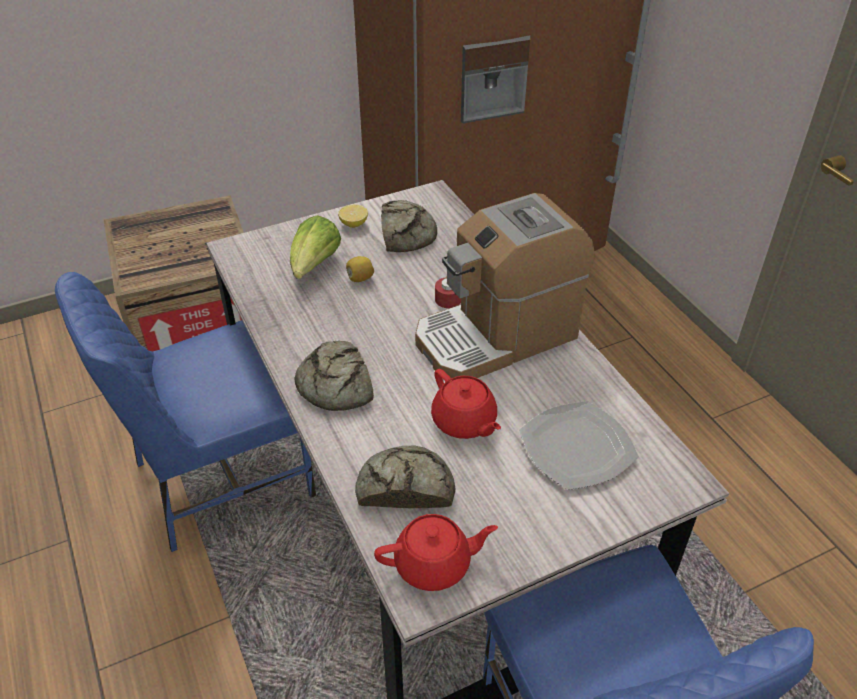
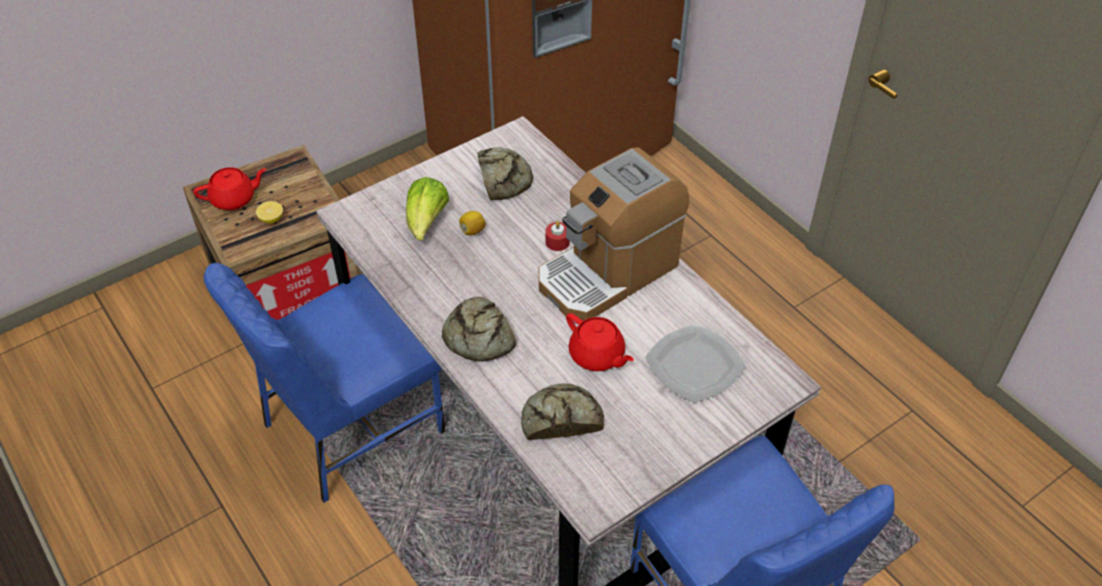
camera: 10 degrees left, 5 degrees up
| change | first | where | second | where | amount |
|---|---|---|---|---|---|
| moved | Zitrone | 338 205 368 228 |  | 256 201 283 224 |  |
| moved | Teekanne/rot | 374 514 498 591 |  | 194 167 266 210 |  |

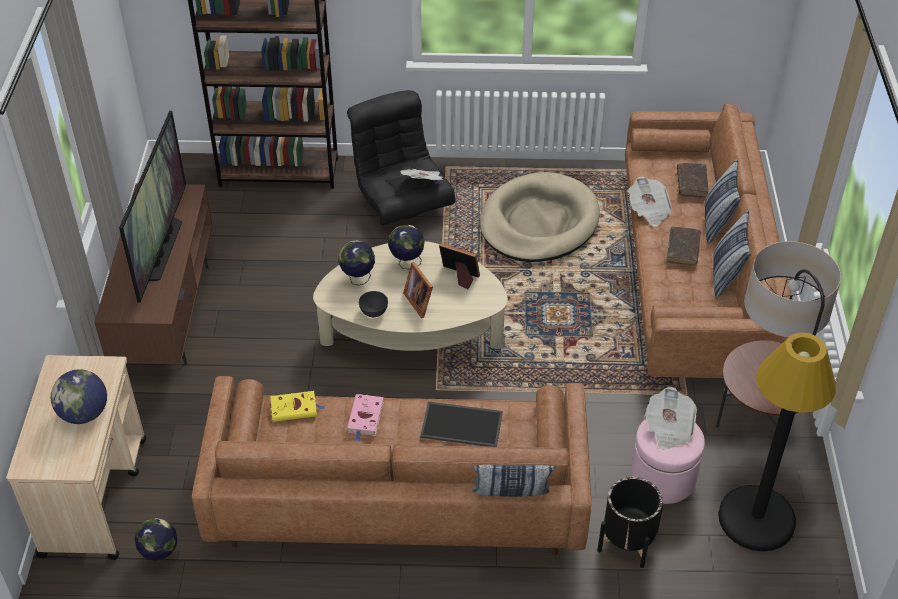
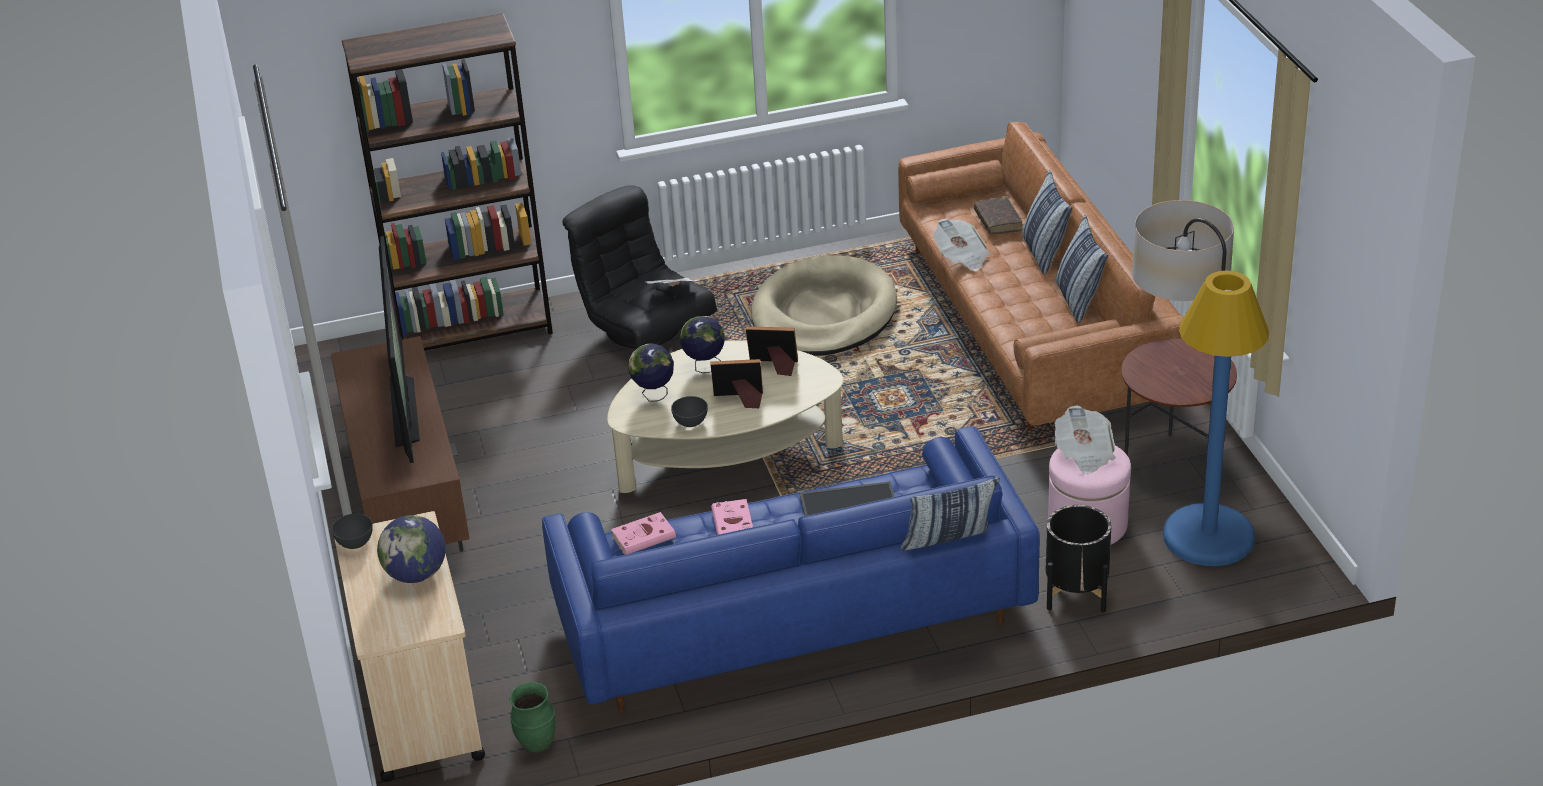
camera: 15 degrees left, 10 degrees down
| change | first | where | second | where | amount |
|---|---|---|---|---|---|
| replaced | Globus | 135 518 179 566 | Vase/grün | 509 682 555 753 |  |
| recoloured | Sofa/braun | 192 376 591 555 | Sofa/blau | 542 426 1040 712 |  |
| recoloured | Buch/gelb | 270 391 326 422 | Buch/rosa | 611 512 681 555 |  |
| turned | Bilderrahmen | 403 262 433 318 |  | 710 359 763 408 | 135 degrees clockwise |
| removed | Buch/braun | 666 227 701 266 |  |  |  |
| recoloured | Stehlampe/schwarz | 718 332 836 552 | Stehlampe/blau | 1163 270 1269 566 |  |
| added |  |  | Schüssel/grau | 331 514 373 549 |  |

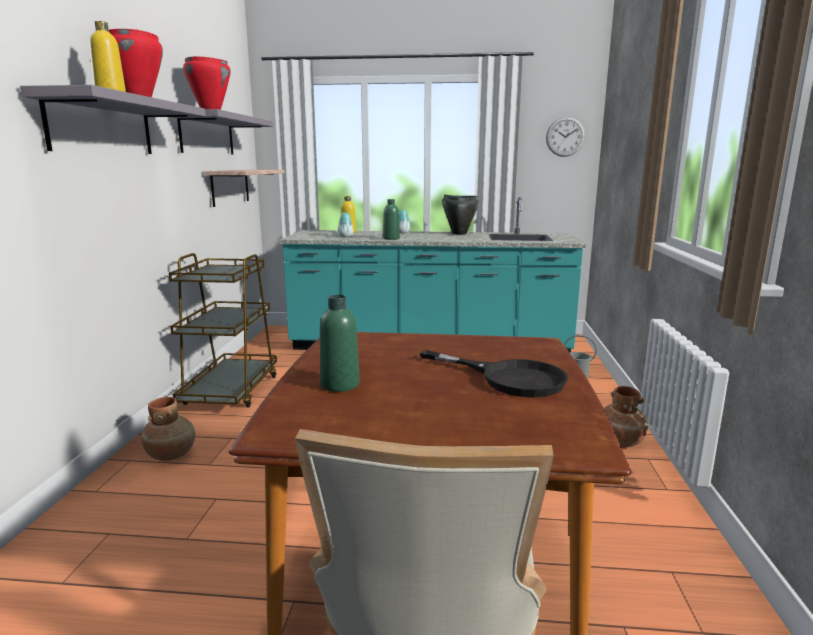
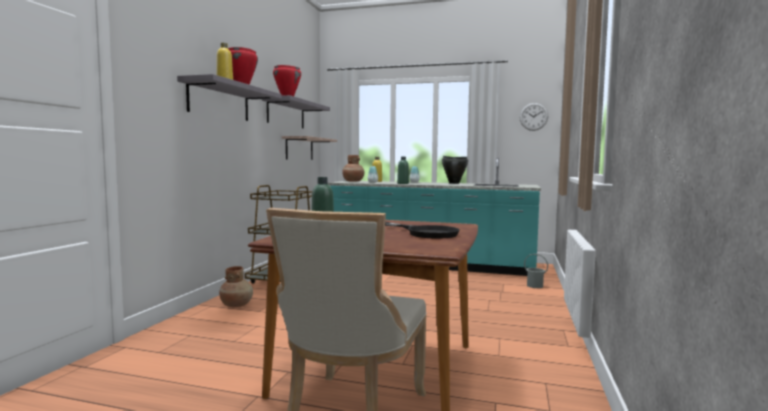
camera: 10 degrees right, 10 degrees down
| change | first | where | second | where | amount |
|---|---|---|---|---|---|
| moved | Vase/braun | 604 386 648 447 |  | 342 155 365 182 |  |

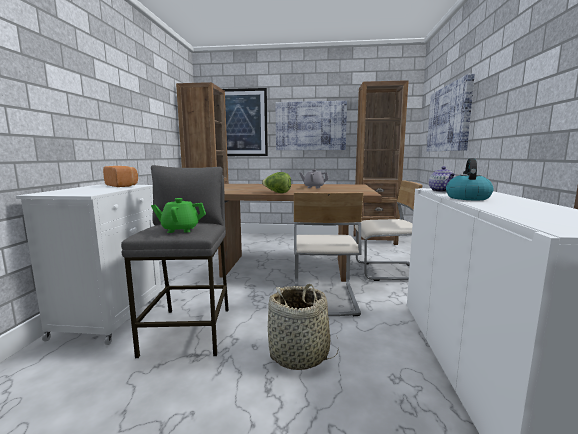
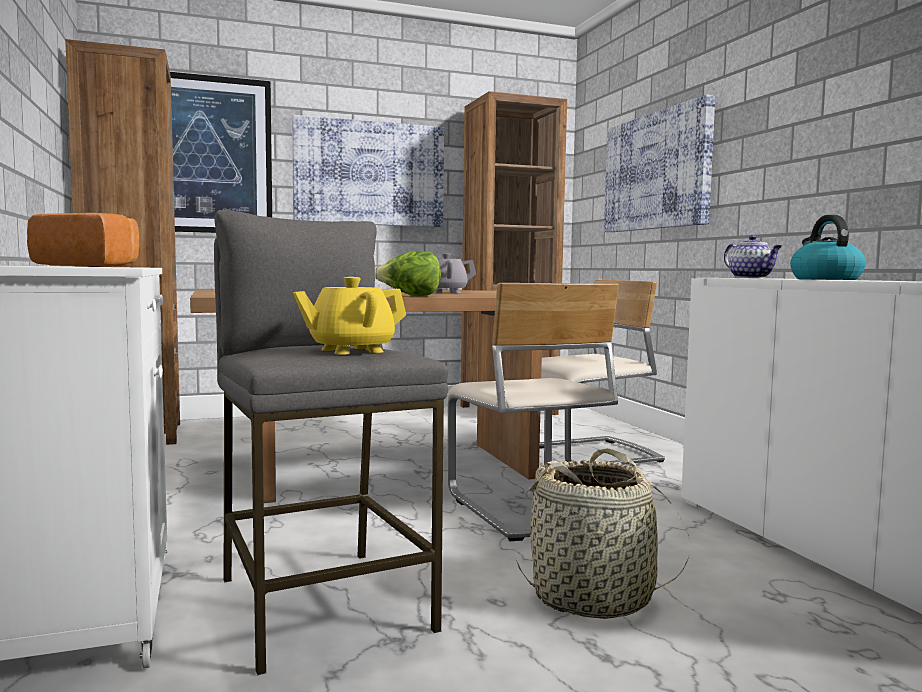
camera: 25 degrees left, 5 degrees down
| change | first | where | second | where | amount |
|---|---|---|---|---|---|
| recoloured | Teekanne/grün | 151 198 206 233 | Teekanne/gelb | 293 277 406 355 |  |

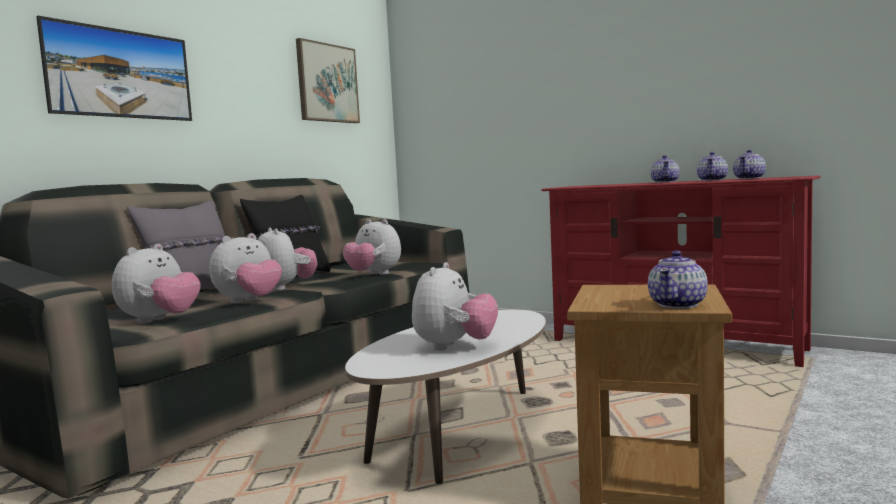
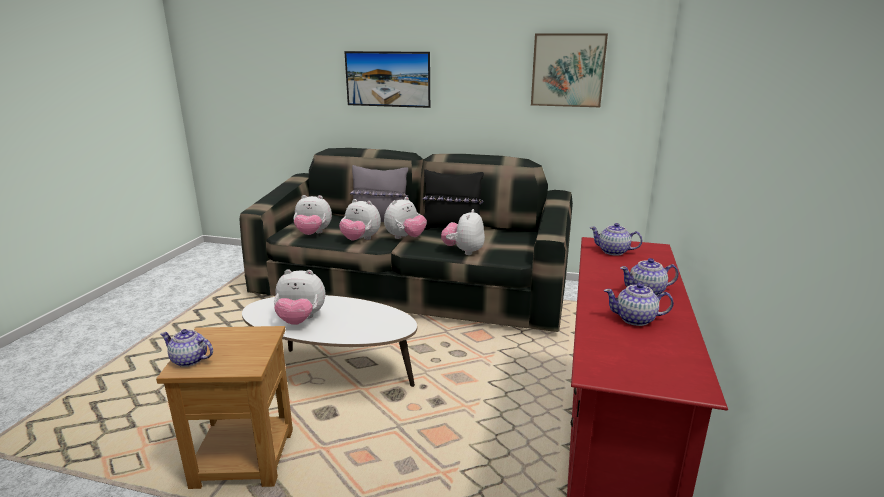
camera: 70 degrees right, 15 degrees up
| change | first | where | second | where | amount |
|---|---|---|---|---|---|
| moved | Teekanne | 733 150 766 179 |  | 590 223 642 256 |  |

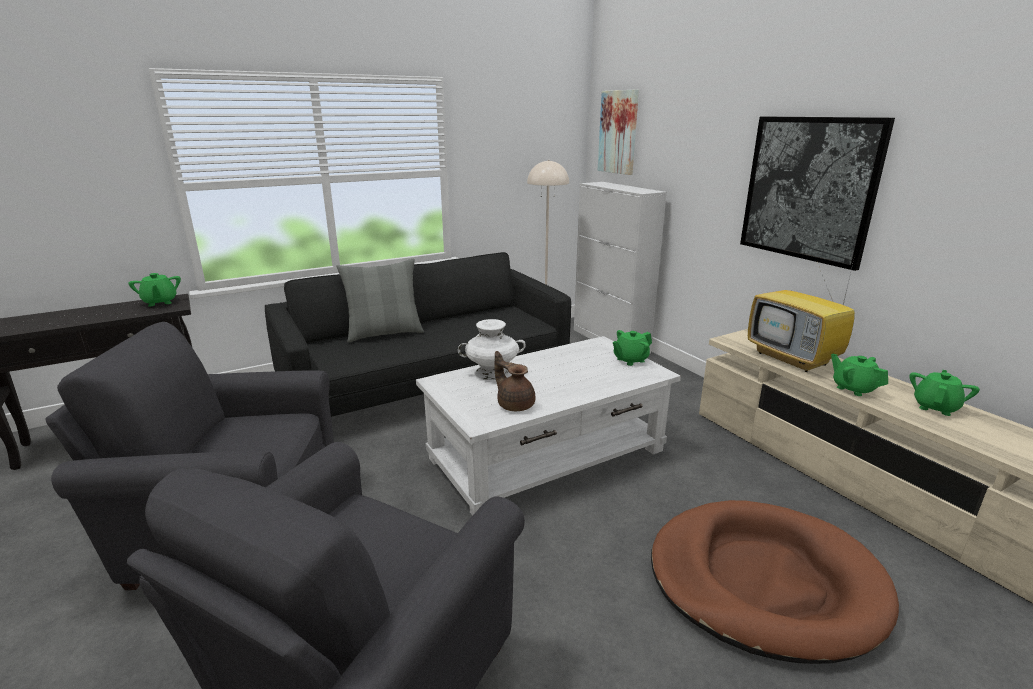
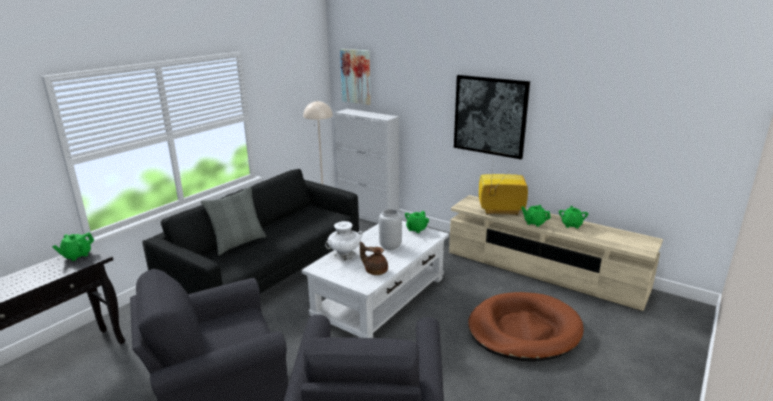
camera: 25 degrees left, 0 degrees up
| change | first | where | second | where | amount |
|---|---|---|---|---|---|
| turned | Teekanne/grün | 128 273 181 306 |  | 52 232 94 261 | 90 degrees clockwise |
| turned | Fernseher | 748 260 855 372 |  | 479 168 528 215 | 150 degrees clockwise |
| added |  |  | Vase/grau | 379 209 402 250 |  |

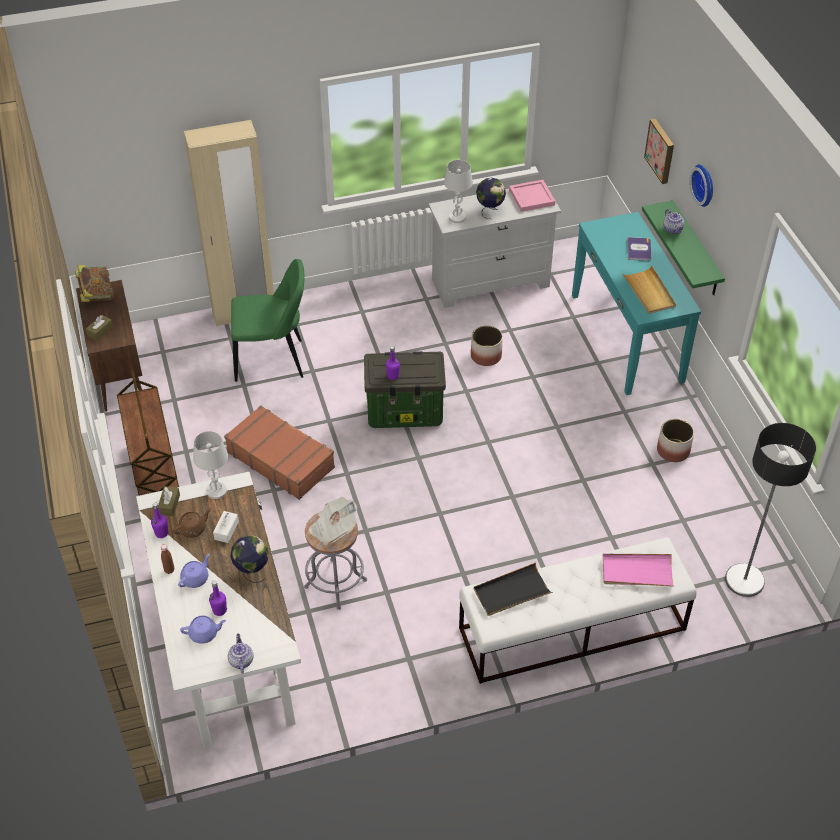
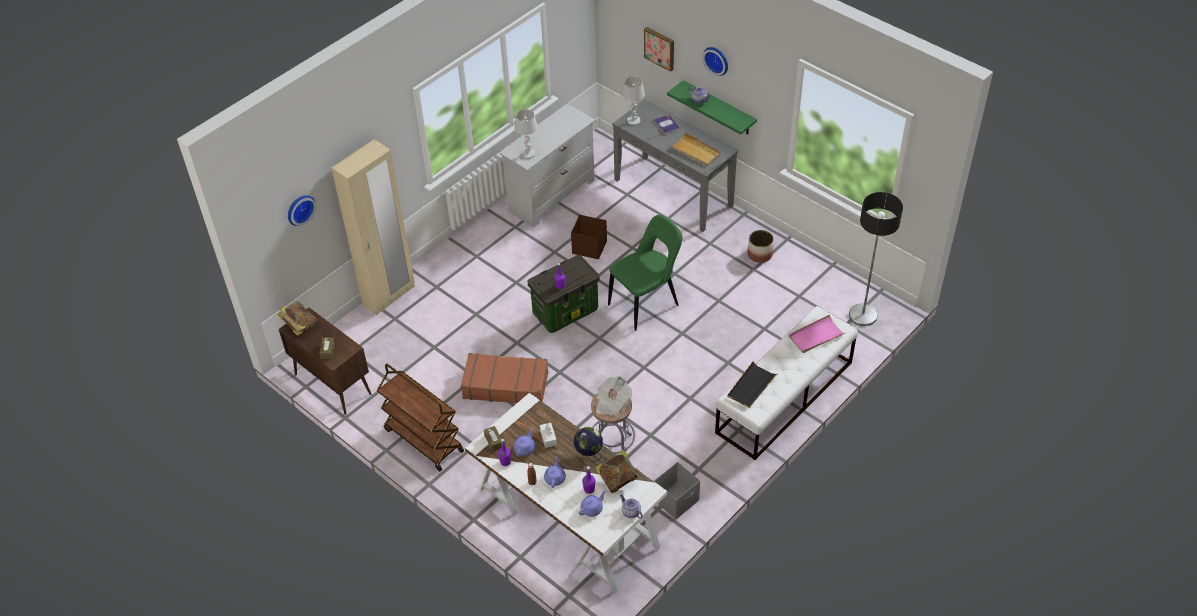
camera: 30 degrees left, 0 degrees up
| change | first | where | second | where | amount |
|---|---|---|---|---|---|
| recoloured | Teekanne/braun | 173 509 211 538 | Teekanne/lila | 514 428 535 457 |  |
| moved | Tischlampe/weiß | 193 431 228 499 |  | 622 76 645 125 |  |
| moved | Stuhl/grün | 231 259 304 382 |  | 608 215 683 331 |  |
| replaced | Pflanzkübel | 471 325 503 366 | Aufbewahrungsbox/braun | 571 215 607 259 |  |
| removed | Globus | 476 178 506 219 |  |  |  |
| removed | Tablett/rosa | 509 180 556 212 |  |  |  |
| recoloured | Konsolentisch/türkis | 572 212 701 395 | Konsolentisch/grau | 612 99 738 232 |  |
| added |  |  | Wanduhr | 288 195 316 226 |  |
| added |  |  | Buch | 595 450 639 493 |  |
| added |  |  | Aufbewahrungsbox/grau | 654 462 700 519 |  |

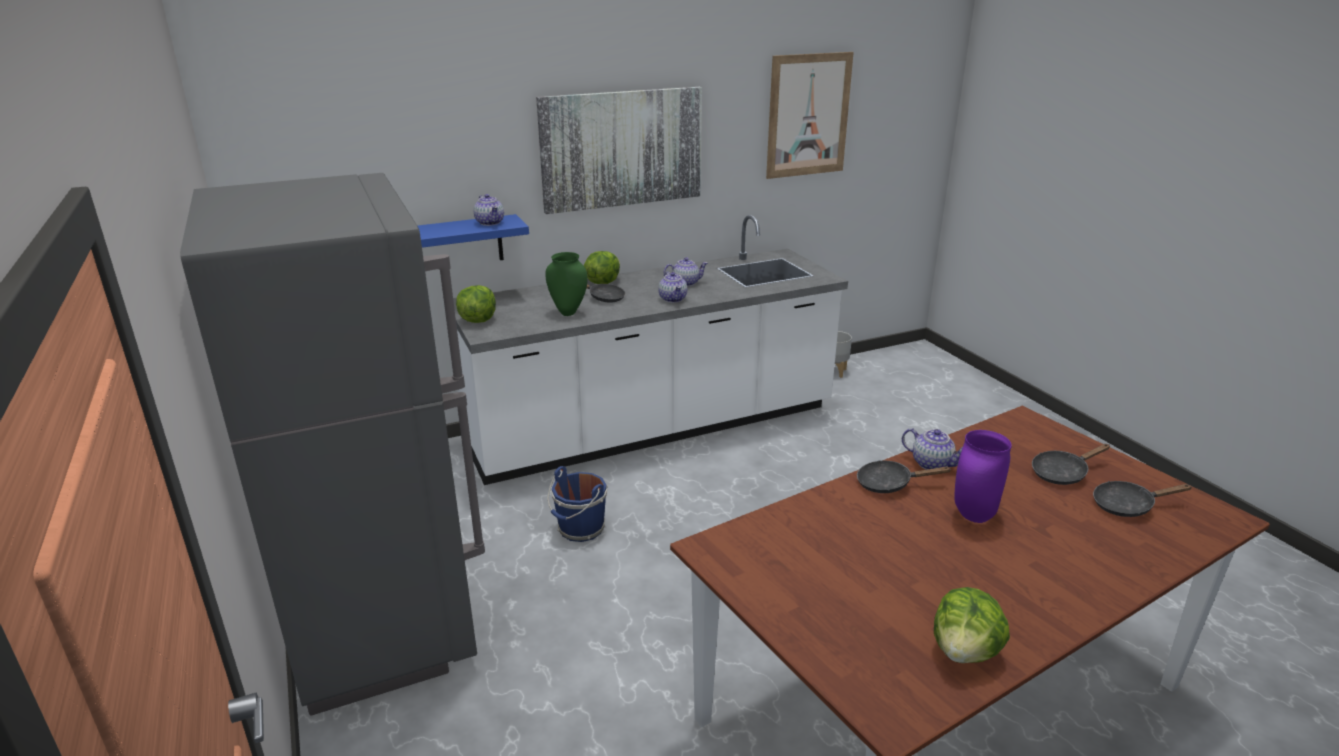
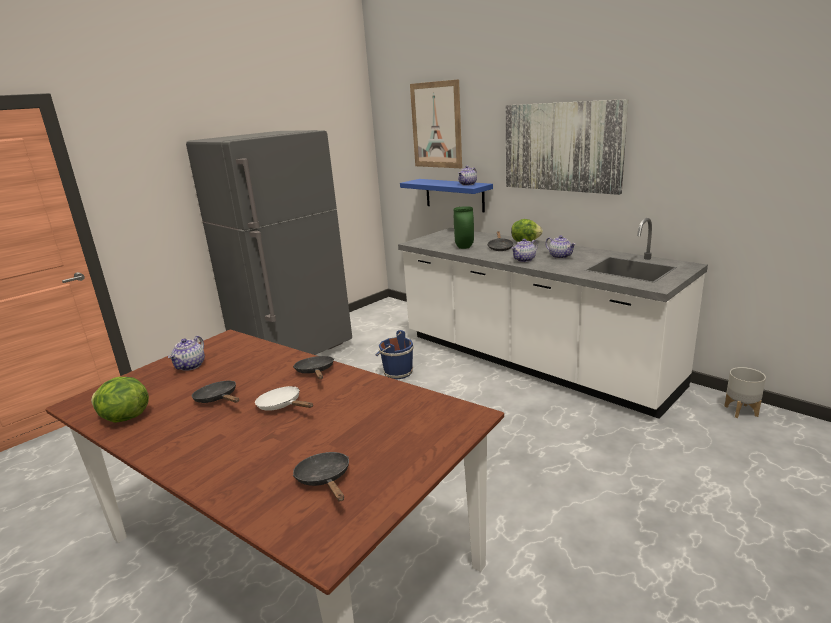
camera: 70 degrees right, 5 degrees down
| change | first | where | second | where | amount |
|---|---|---|---|---|---|
| removed | Salatkopf | 456 285 496 323 |  |  |  |
| moved | Bild | 766 52 854 179 |  | 410 79 462 168 |  |
| moved | Teekanne | 902 428 963 470 |  | 168 336 205 371 |  |
| replaced | Vase/lila | 954 430 1012 523 | Pfanne/weiß | 255 386 313 411 |  |
| moved | Pfanne/schwarz | 1032 444 1110 485 |  | 192 381 239 403 |  |

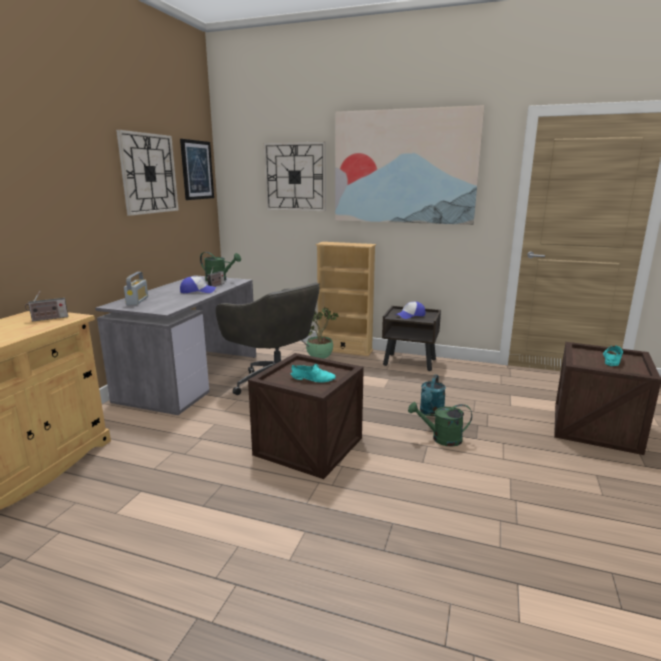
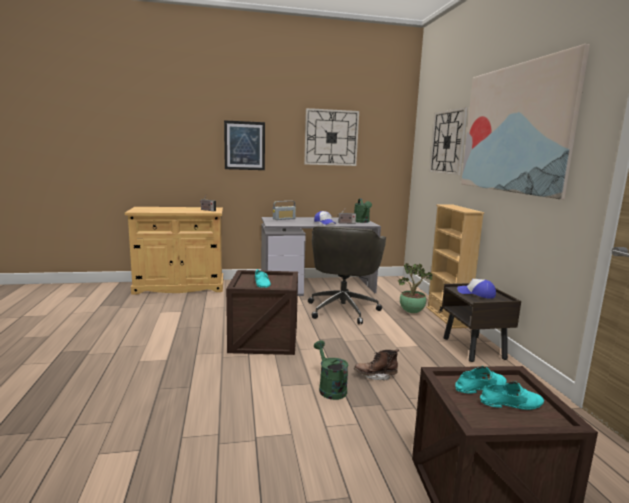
camera: 60 degrees right, 5 degrees down
| change | first | where | second | where | amount |
|---|---|---|---|---|---|
| moved | Bild | 180 139 214 200 |  | 224 120 265 170 |  |
| replaced | Gießkanne/türkis | 420 374 446 416 | Stiefel/braun | 354 349 399 380 |  |
| added |  |  | Schuh/türkis | 455 366 507 394 |  |

